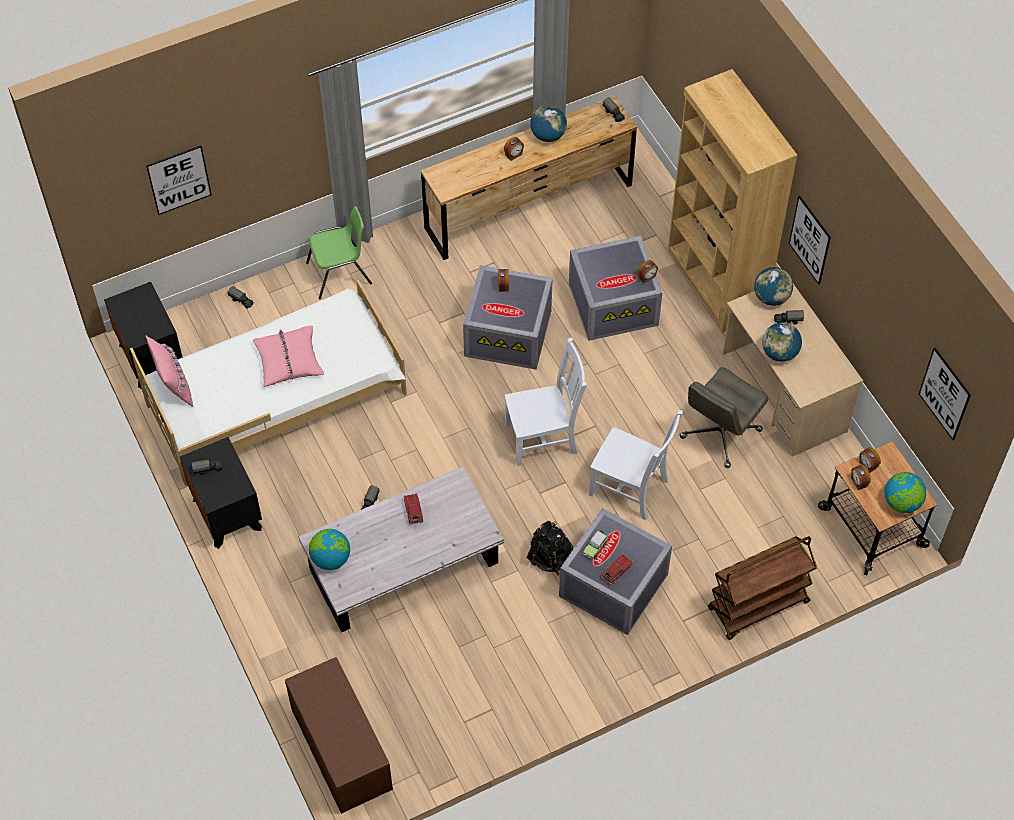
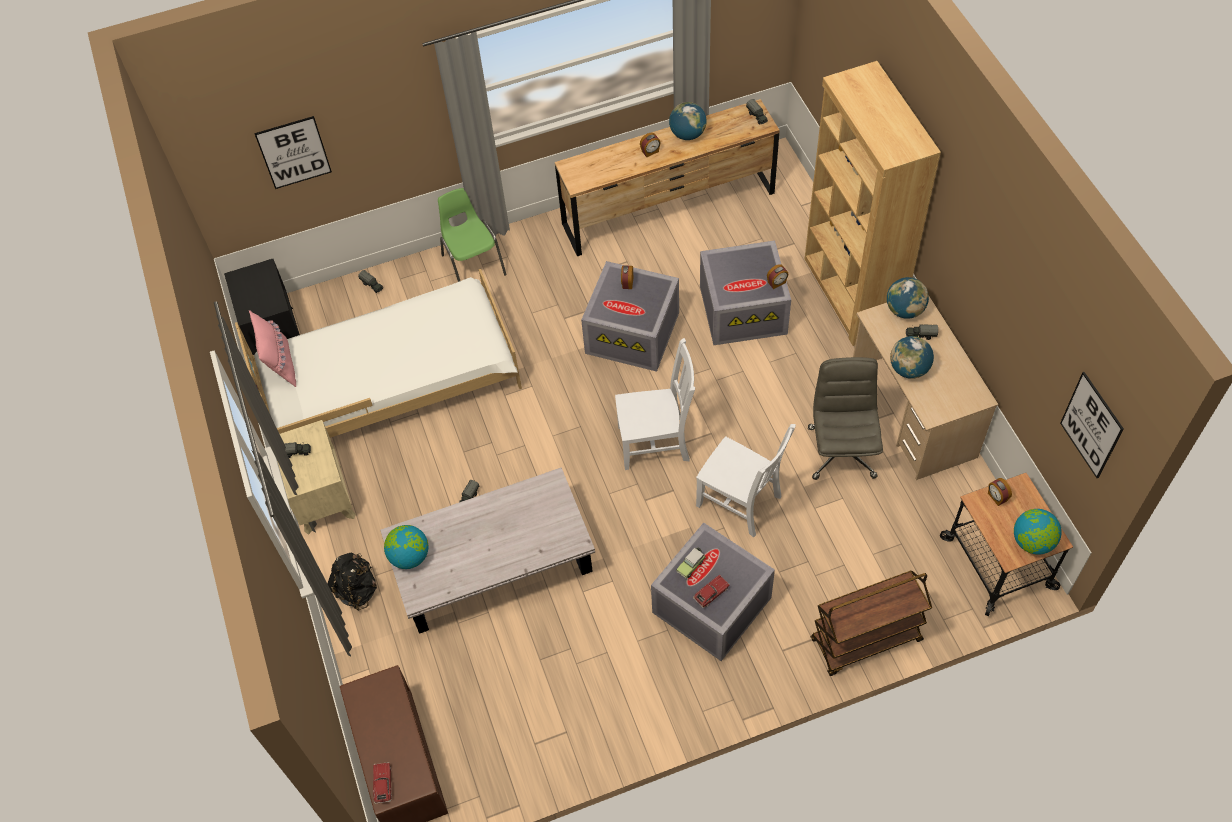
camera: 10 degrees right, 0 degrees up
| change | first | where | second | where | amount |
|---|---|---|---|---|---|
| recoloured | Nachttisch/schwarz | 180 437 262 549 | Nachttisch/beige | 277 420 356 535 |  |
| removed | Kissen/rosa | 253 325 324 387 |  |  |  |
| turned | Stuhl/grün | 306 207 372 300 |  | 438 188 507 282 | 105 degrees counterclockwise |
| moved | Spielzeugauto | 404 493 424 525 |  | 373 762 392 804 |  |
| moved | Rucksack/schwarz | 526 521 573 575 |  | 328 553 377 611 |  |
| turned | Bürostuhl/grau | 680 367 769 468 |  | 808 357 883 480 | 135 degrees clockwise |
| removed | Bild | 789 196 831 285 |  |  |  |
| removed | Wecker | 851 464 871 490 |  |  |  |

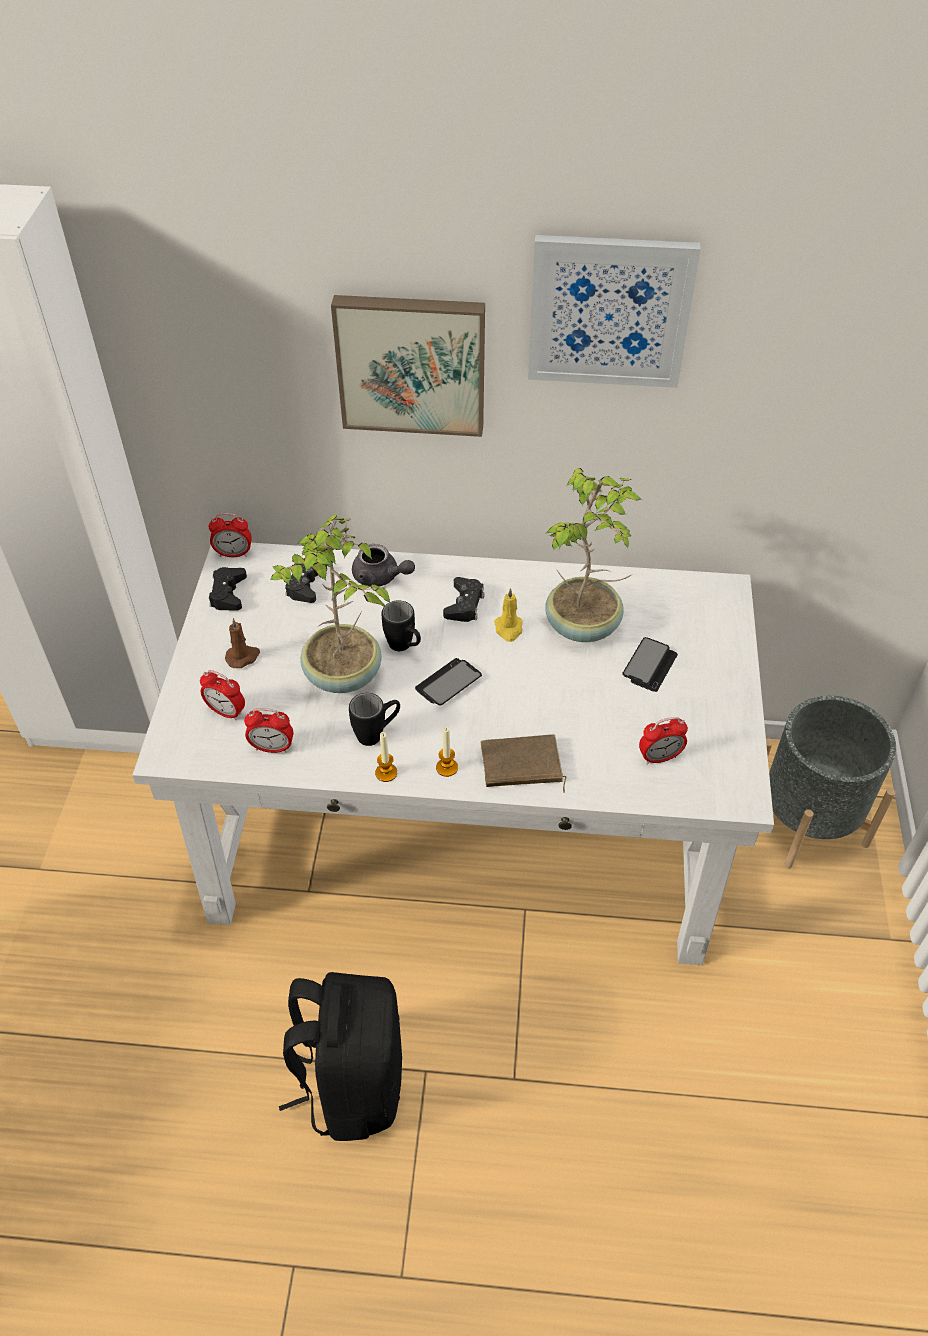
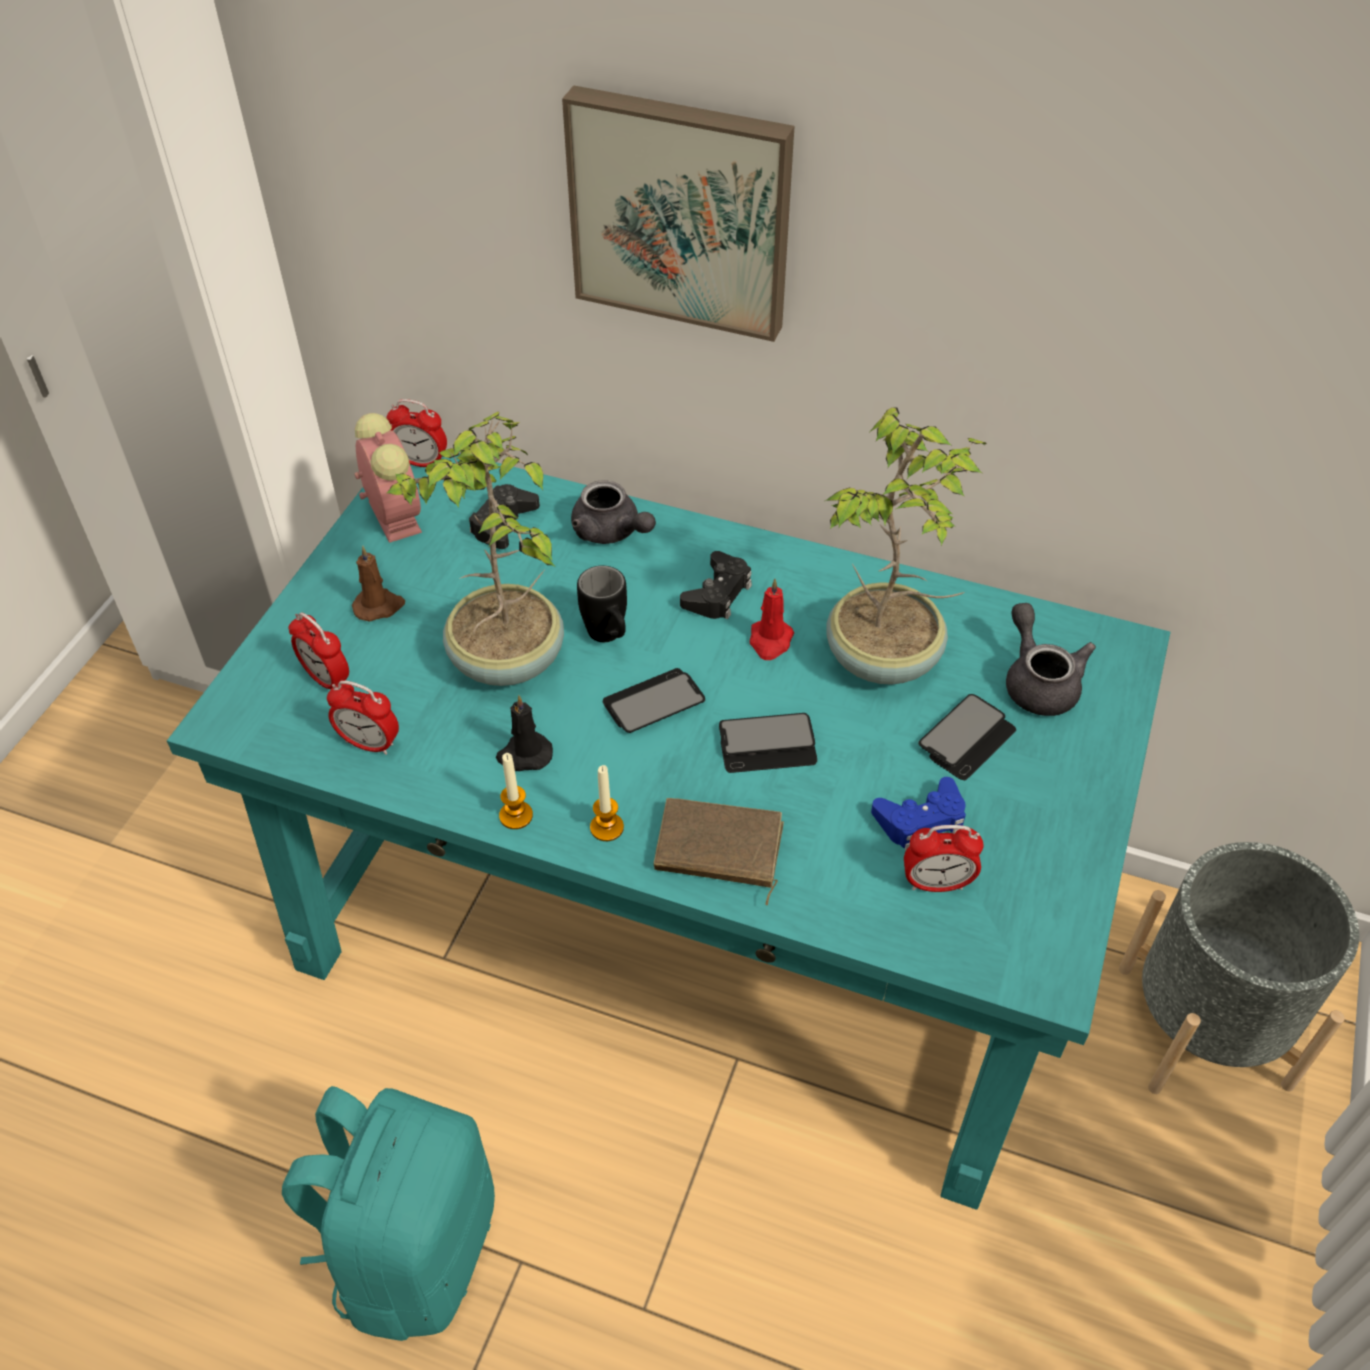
camera: 15 degrees right, 0 degrees up
| change | first | where | second | where | amount |
|---|---|---|---|---|---|
| recoloured | Schreibtisch/weiß | 132 543 774 965 | Schreibtisch/türkis | 167 453 1171 1210 |  |
| replaced | Gamepad/schwarz | 209 567 247 610 | Wecker | 355 413 422 543 |  |
| recoloured | Rucksack/schwarz | 279 972 402 1141 | Rucksack/türkis | 282 1086 495 1341 |  |
| replaced | Henkelbecher/schwarz | 349 693 400 746 | Kerze/schwarz | 496 695 553 771 |  |
| recoloured | Kerze/gelb | 494 588 523 642 | Kerze/rot | 750 579 794 660 |  |
| removed | Bild | 528 235 701 388 |  |  |  |
| added |  |  | Handy | 719 713 817 773 |  |
| added |  |  | Gamepad/blau | 871 777 966 851 |  |
| added |  |  | Teekanne/grau | 1006 603 1096 716 |  |

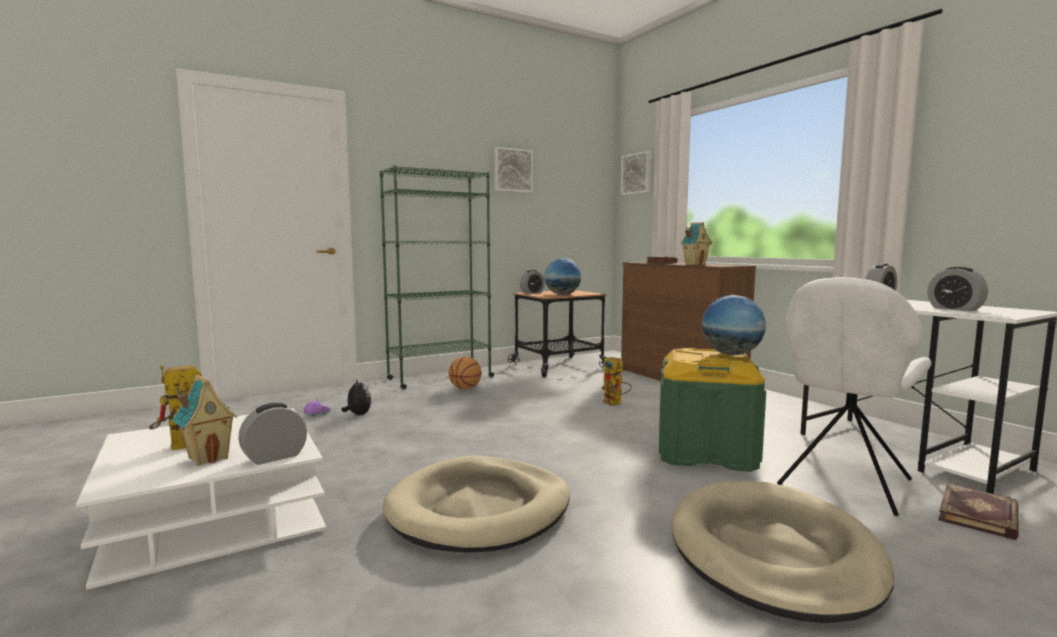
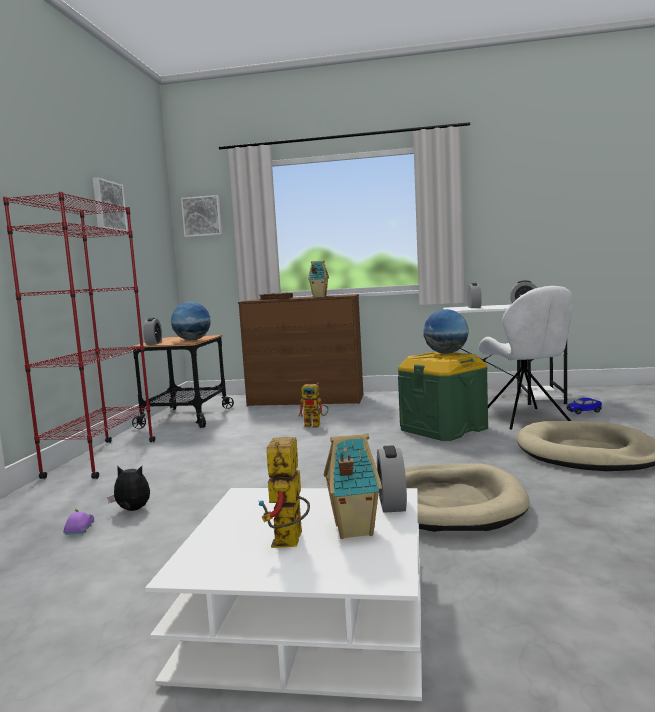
camera: 50 degrees left, 0 degrees up
| change | first | where | second | where | amount |
|---|---|---|---|---|---|
| recoloured | Bücherregal/grün | 380 165 494 389 | Bücherregal/rot | 3 192 155 479 |  |
| removed | Basketball | 448 356 482 389 |  |  |  |
| replaced | Buch | 938 483 1018 540 | Spielzeugauto | 567 398 602 415 |  |

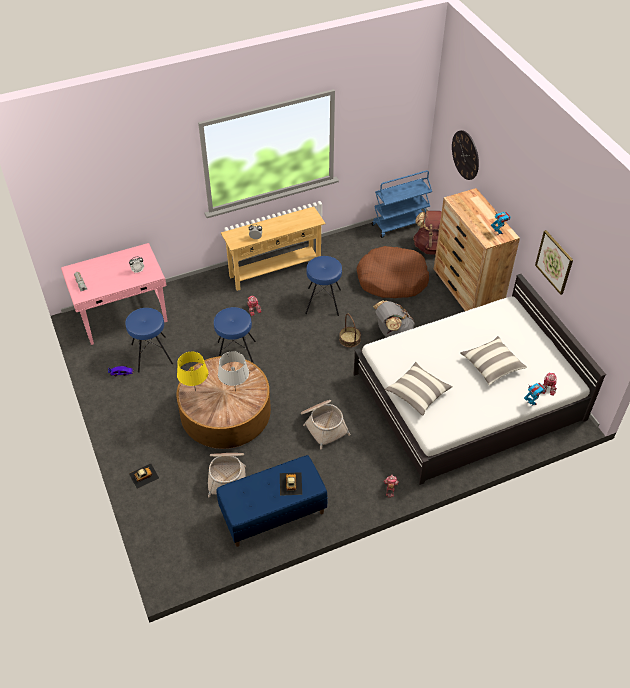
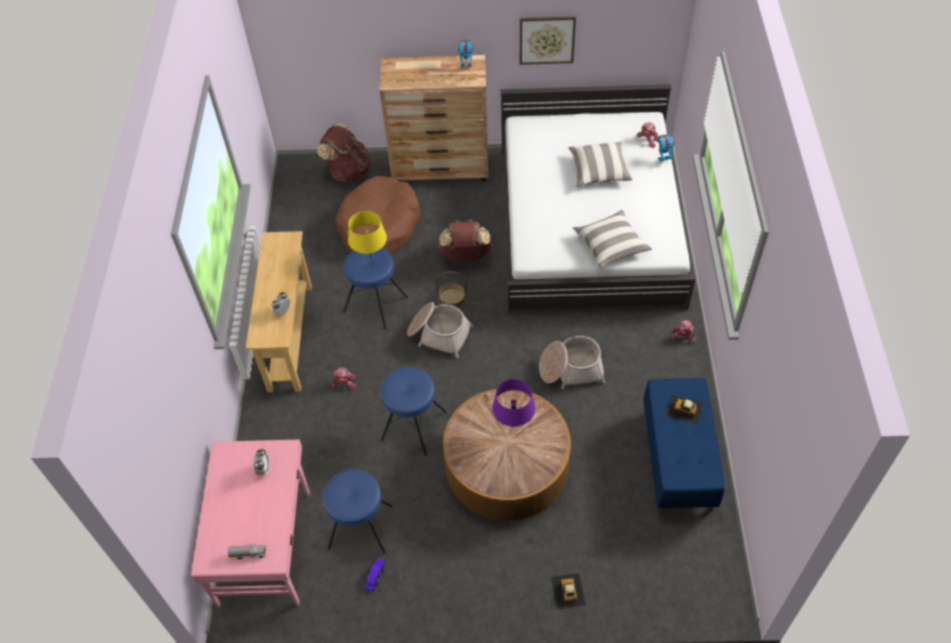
camera: 65 degrees left, 5 degrees up
| change | first | where | second | where | amount |
|---|---|---|---|---|---|
| moved | Tischlampe/gelb | 177 352 208 391 |  | 348 211 387 262 |  |
| moved | Korb | 208 453 246 498 |  | 407 302 474 358 |  |
| recoloured | Tischlampe/grau | 218 351 249 391 | Tischlampe/lila | 492 379 535 427 |  |
| removed | Rollwagen/blau | 371 170 432 238 |  |  |  |
| recoloured | Rucksack/grau | 373 300 415 338 | Rucksack/braun | 438 220 493 262 |  |
| removed | Wanduhr | 452 130 479 180 |  |  |  |

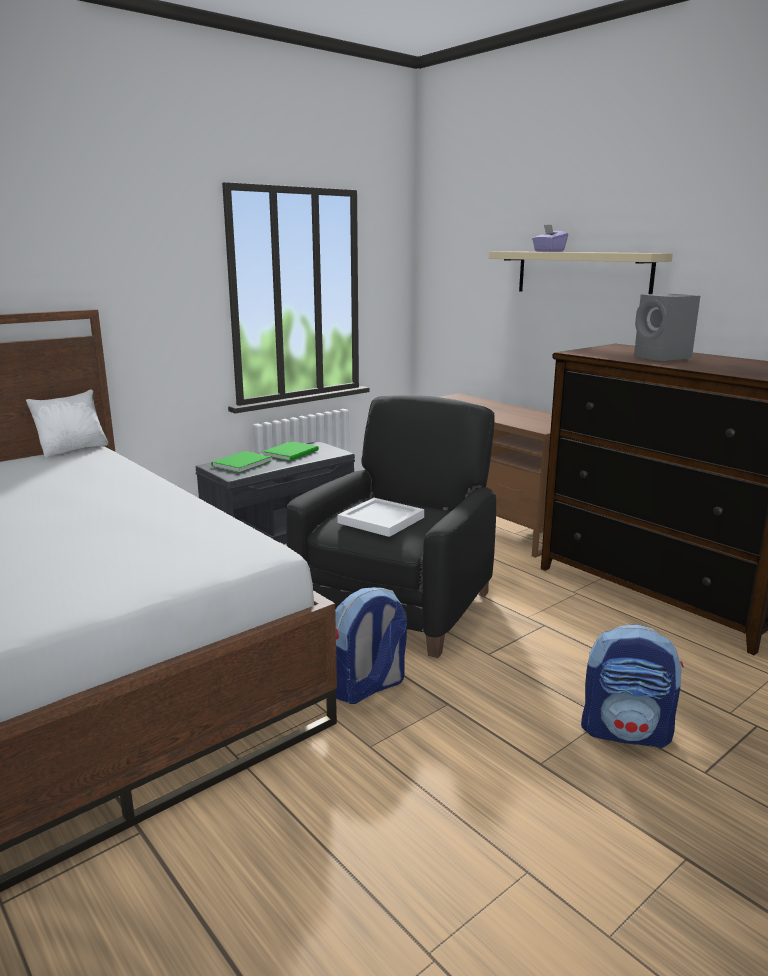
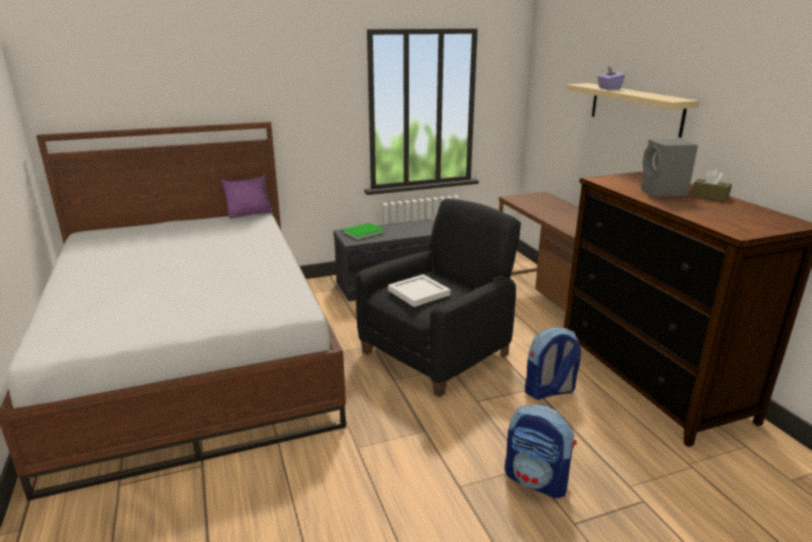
camera: 20 degrees right, 5 degrees up
| change | first | where | second | where | amount |
|---|---|---|---|---|---|
| recoloured | Kissen/weiß | 26 389 109 457 | Kissen/lila | 221 175 273 219 |  |
| removed | Buch/grün | 262 441 319 461 |  |  |  |
| moved | Rucksack | 335 587 407 704 |  | 525 327 581 400 |  |
| added |  |  | Taschentuchbox/braun | 691 170 732 201 |  |

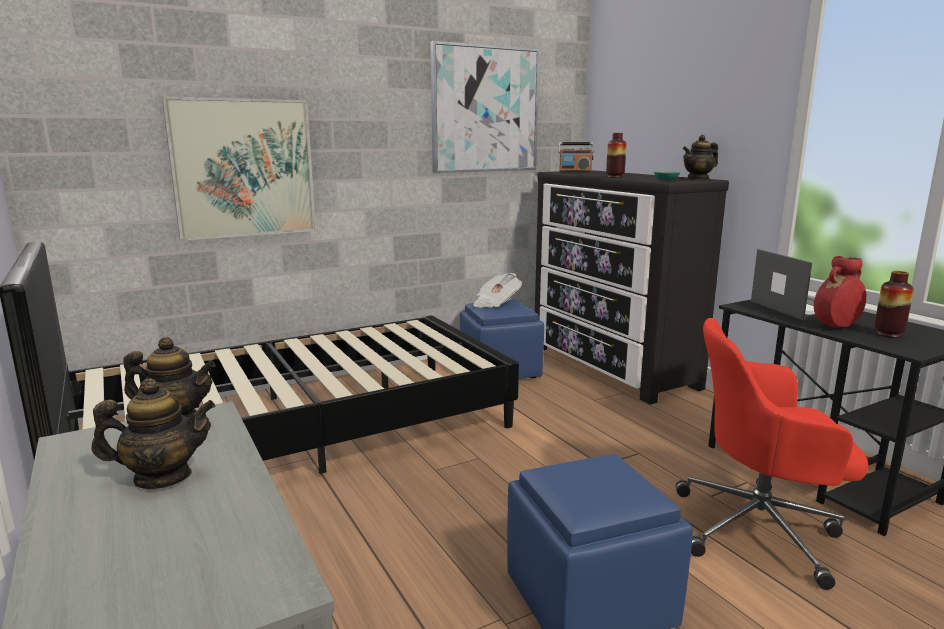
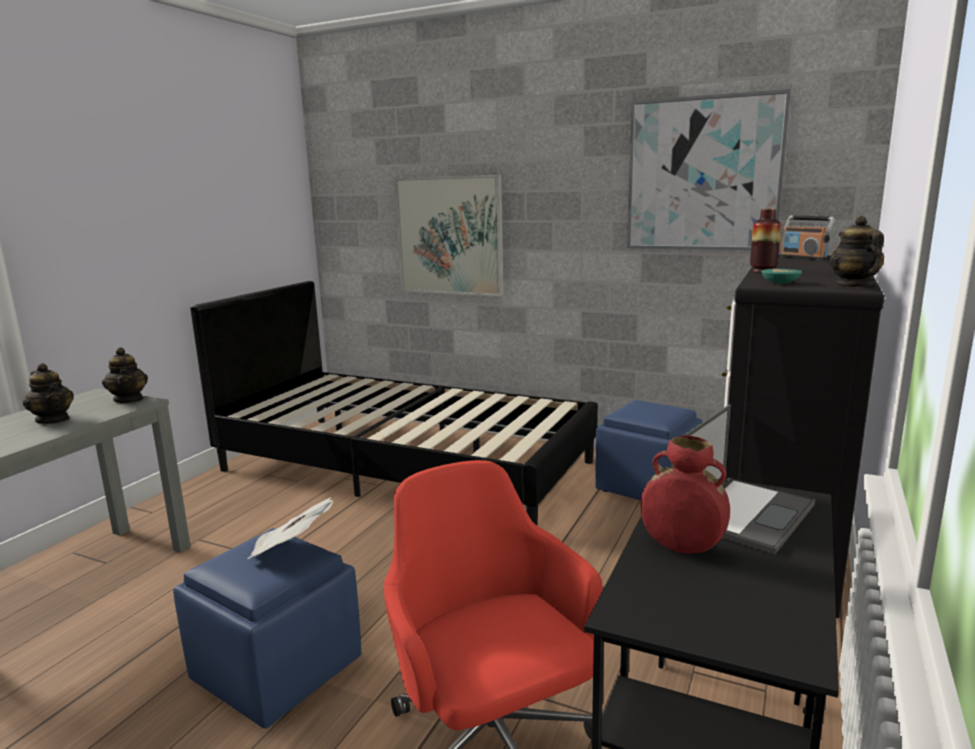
camera: 55 degrees right, 0 degrees up
| change | first | where | second | where | amount |
|---|---|---|---|---|---|
| moved | Zeitung | 473 273 522 308 |  | 248 497 333 559 |  |
| turned | Teekanne | 683 135 718 180 |  | 830 216 884 288 | 60 degrees clockwise |
| removed | Vase | 874 271 914 338 |  |  |  |

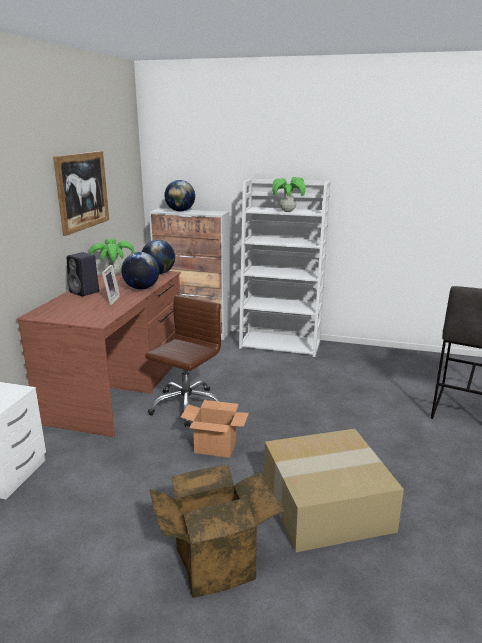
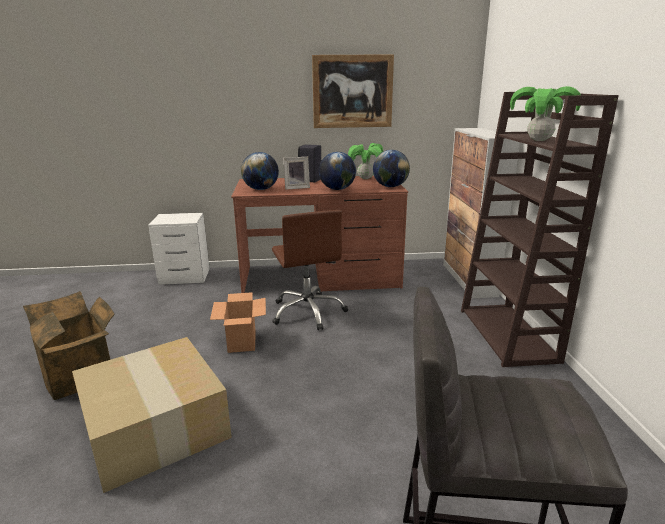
camera: 70 degrees right, 0 degrees up
| change | first | where | second | where | amount |
|---|---|---|---|---|---|
| turned | Bürostuhl/braun | 145 295 221 427 |  | 272 210 348 330 | 60 degrees clockwise |
| moved | Globus | 164 180 195 211 |  | 241 152 279 190 |  |
| recoloured | Bücherregal/weiß | 239 179 330 357 | Bücherregal/braun | 461 92 619 367 |  |

